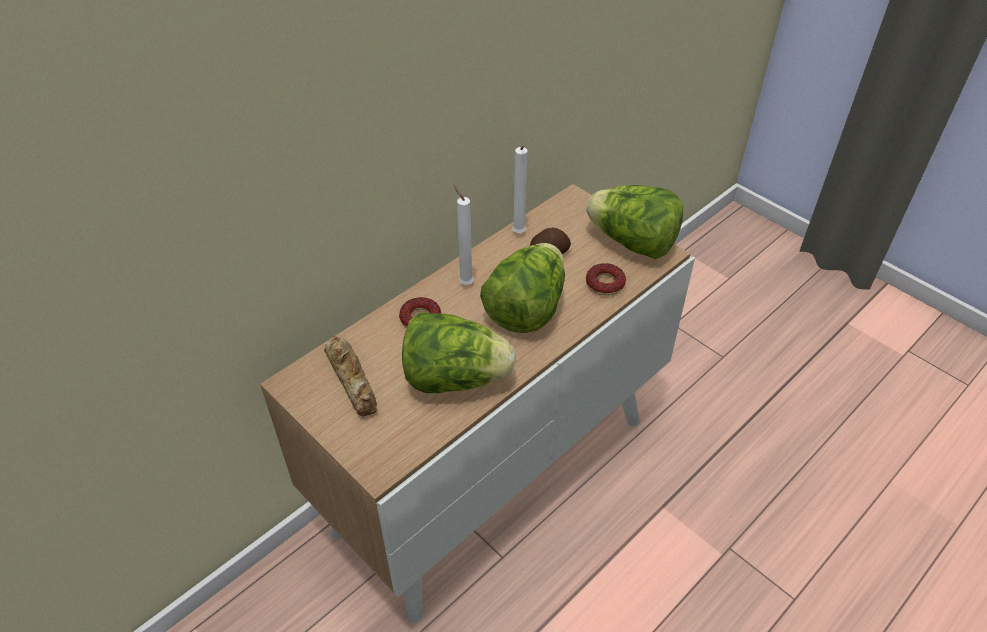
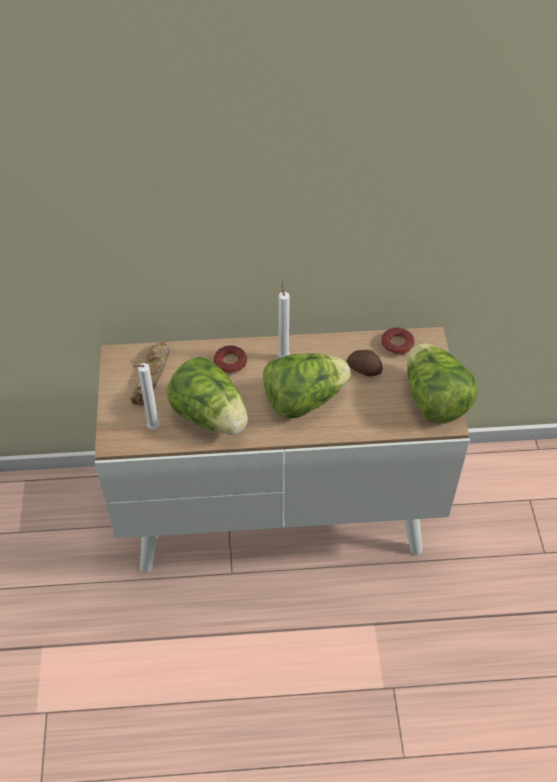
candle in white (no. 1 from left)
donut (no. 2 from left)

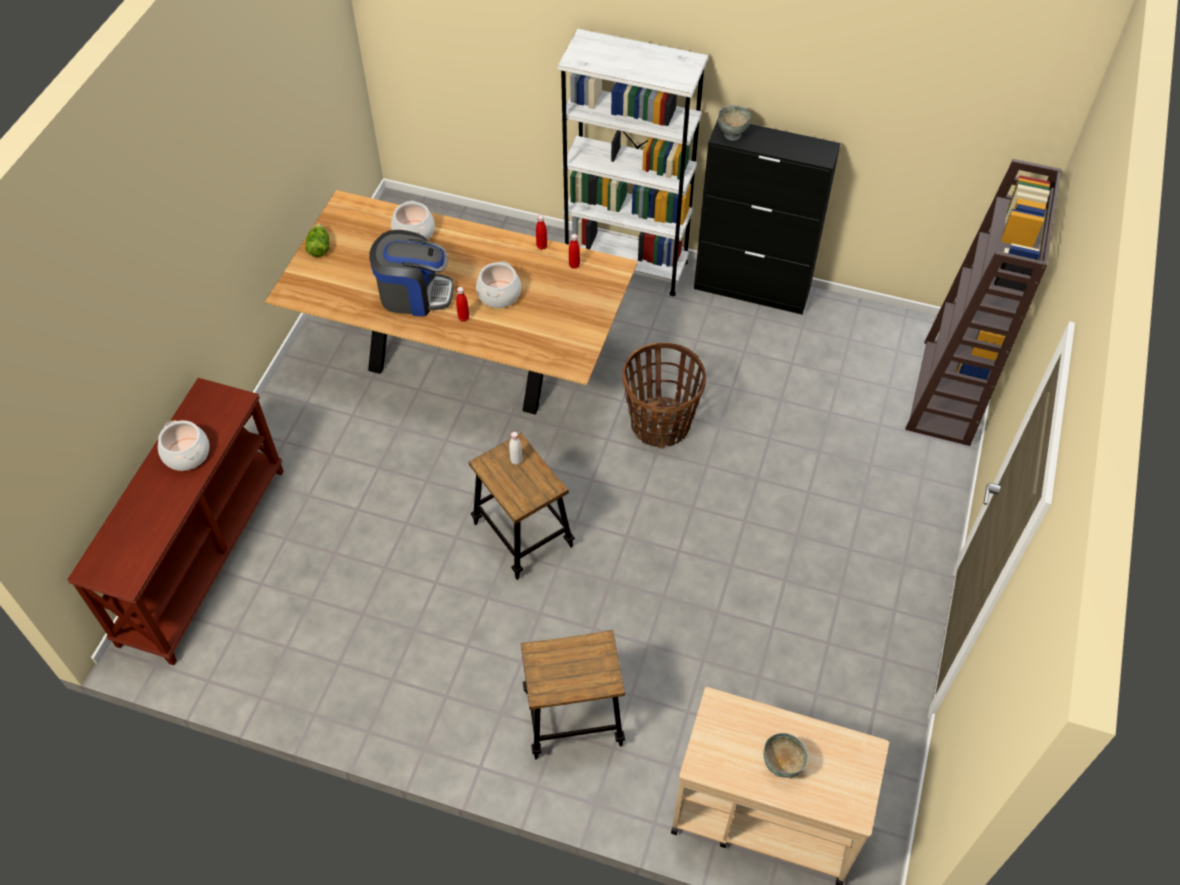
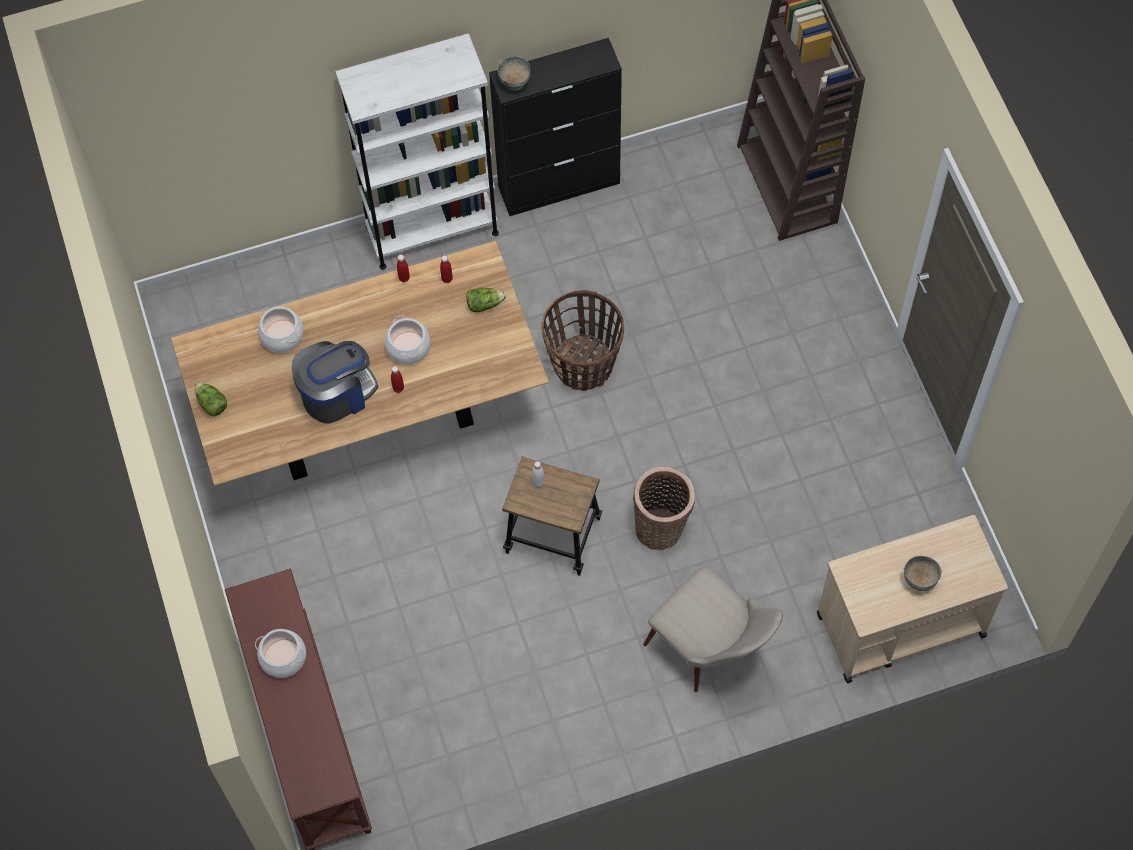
lettuce (no. 2 from left)
basket (no. 2 from left)
chair in beige

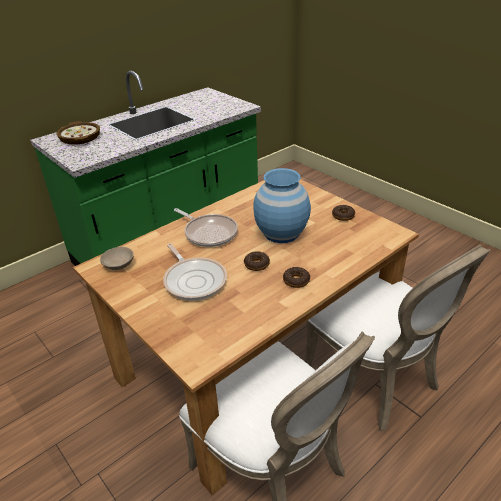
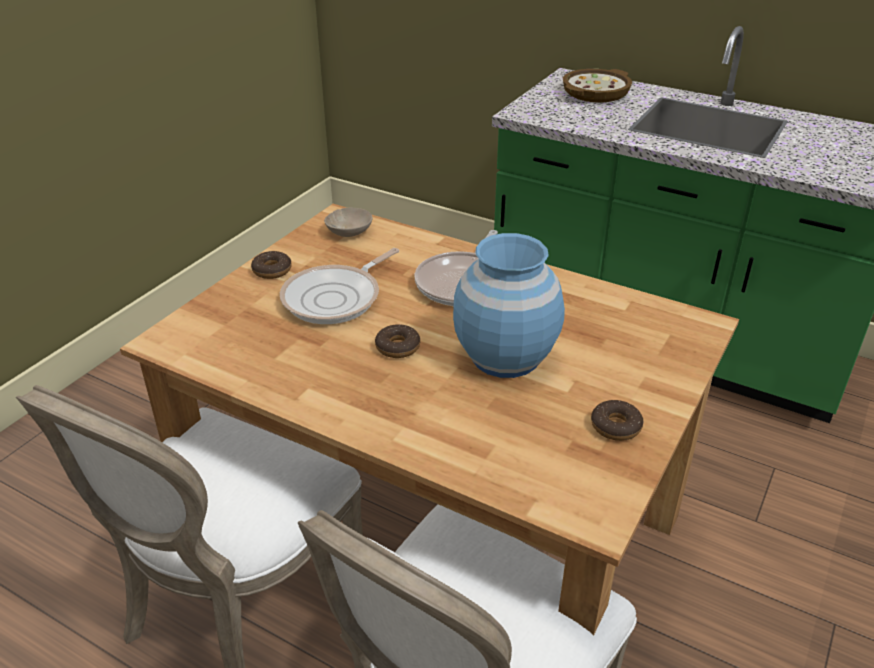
donut (no. 1 from left)

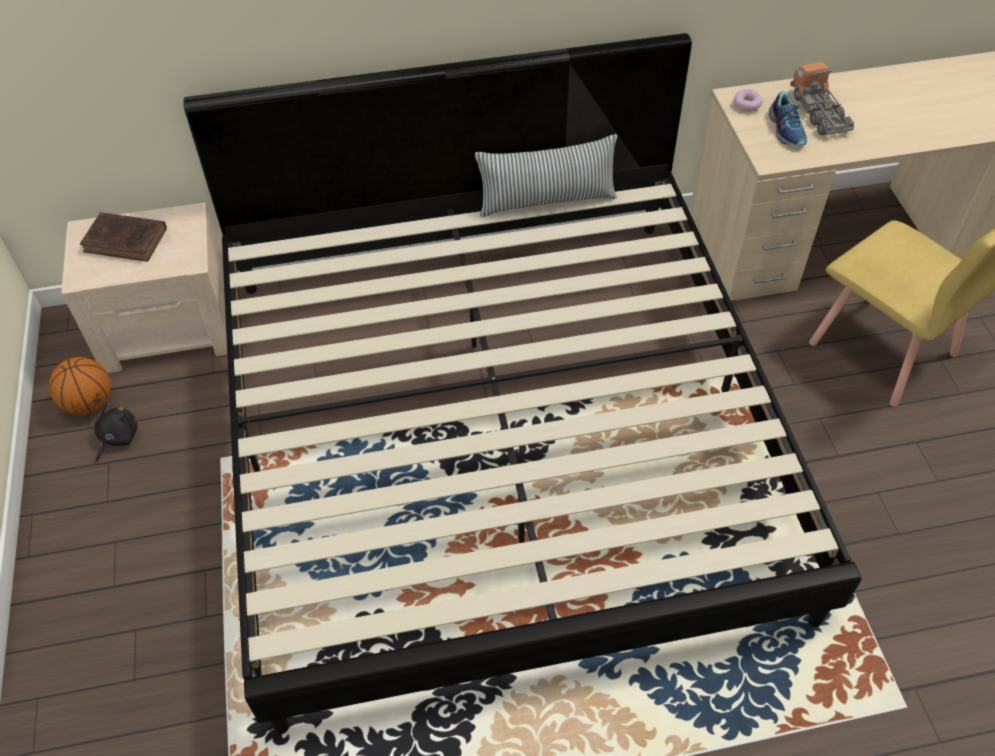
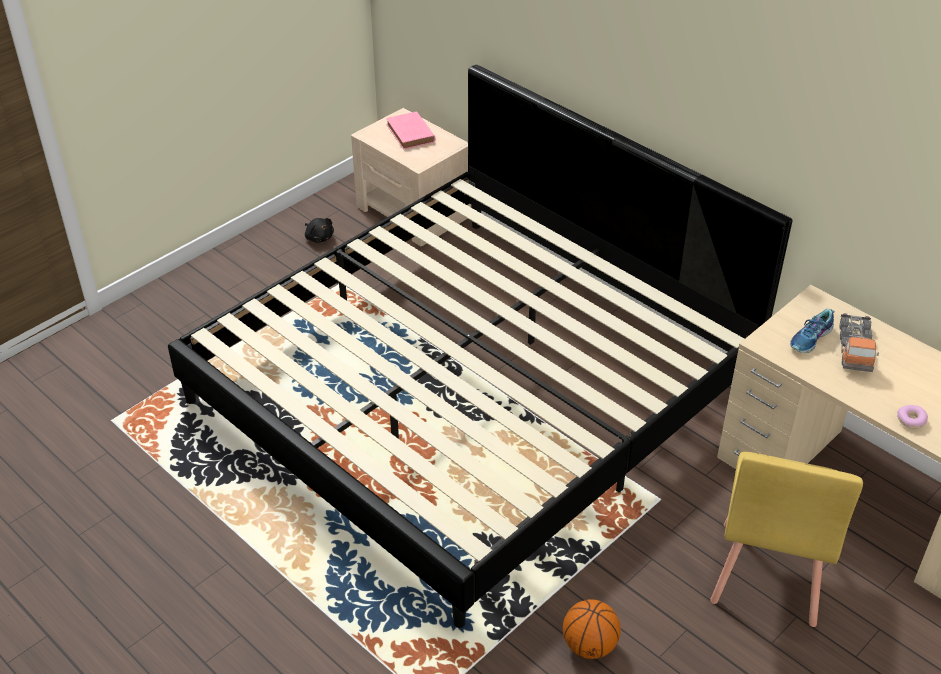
plush toy in black
book in pink
basketball
toy truck
donut
pillow

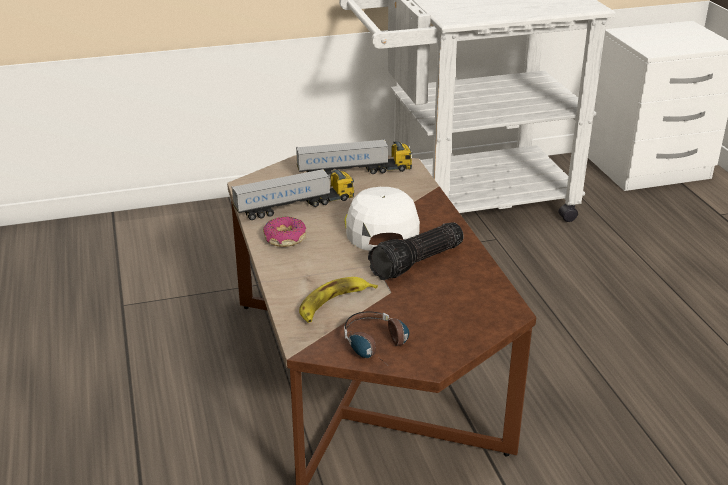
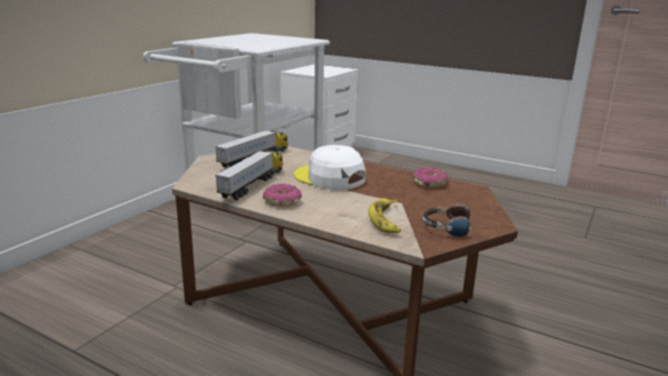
donut (no. 2 from left)
flashlight

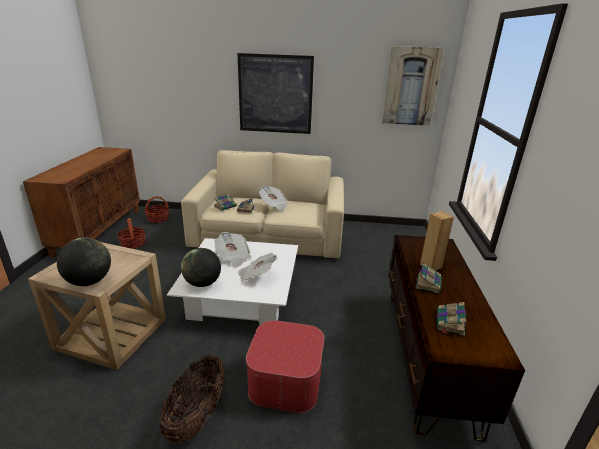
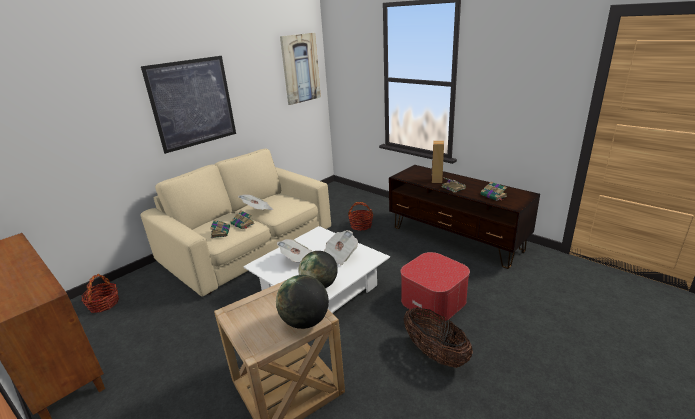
basket (no. 2 from left)

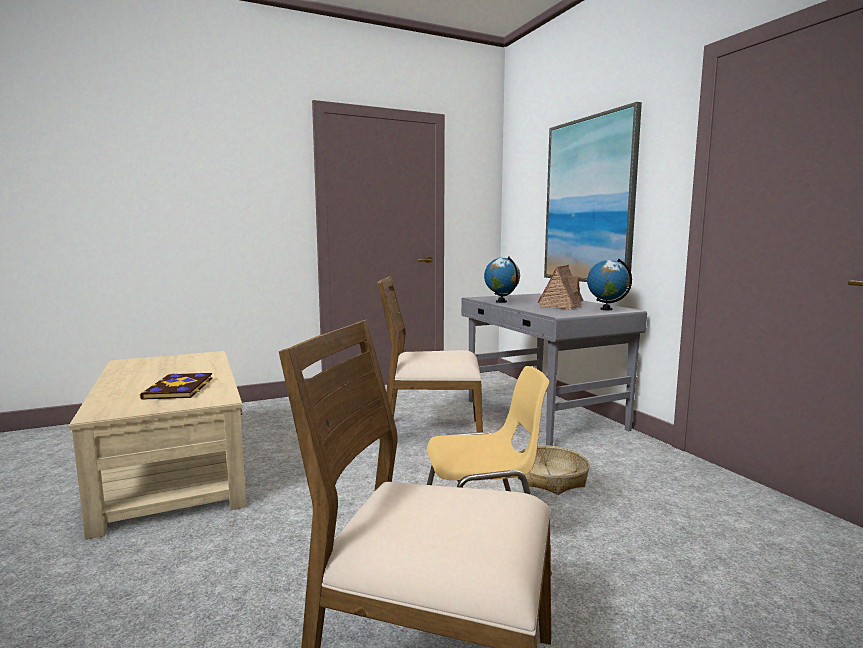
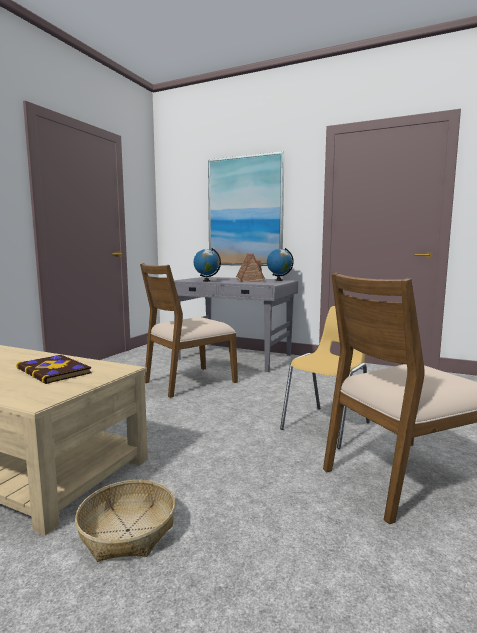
basket

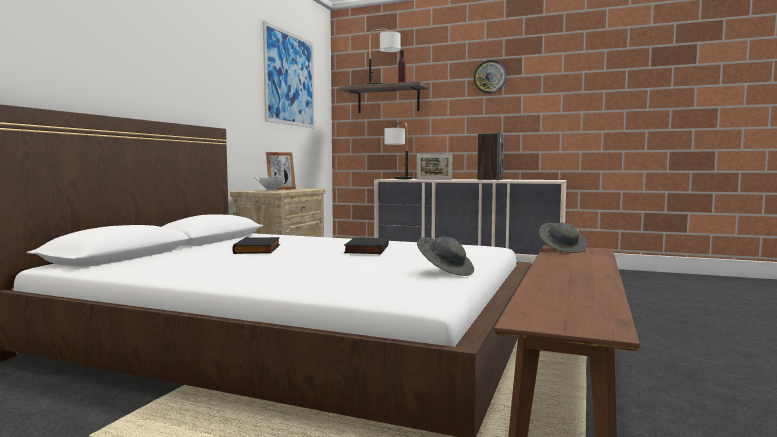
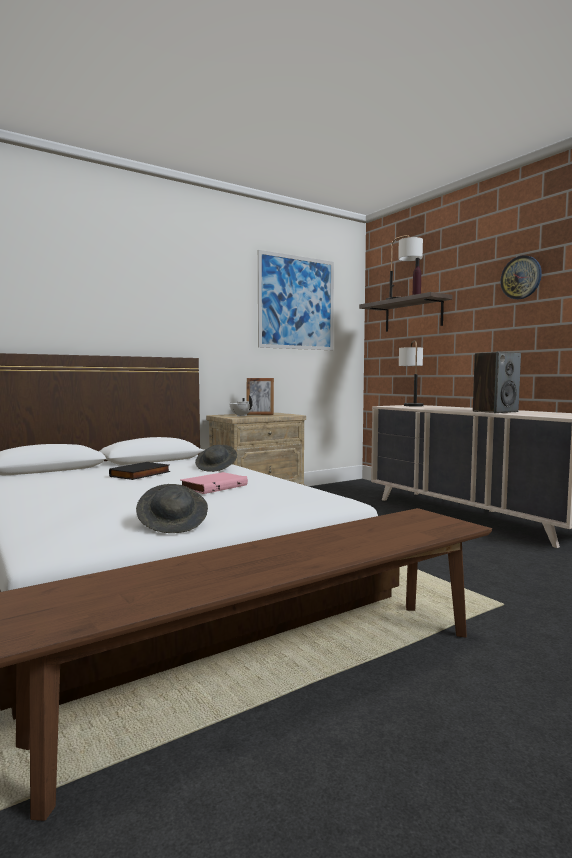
book in pink
hat in grey (no. 2 from left)
picture frame (no. 2 from left in the first image)

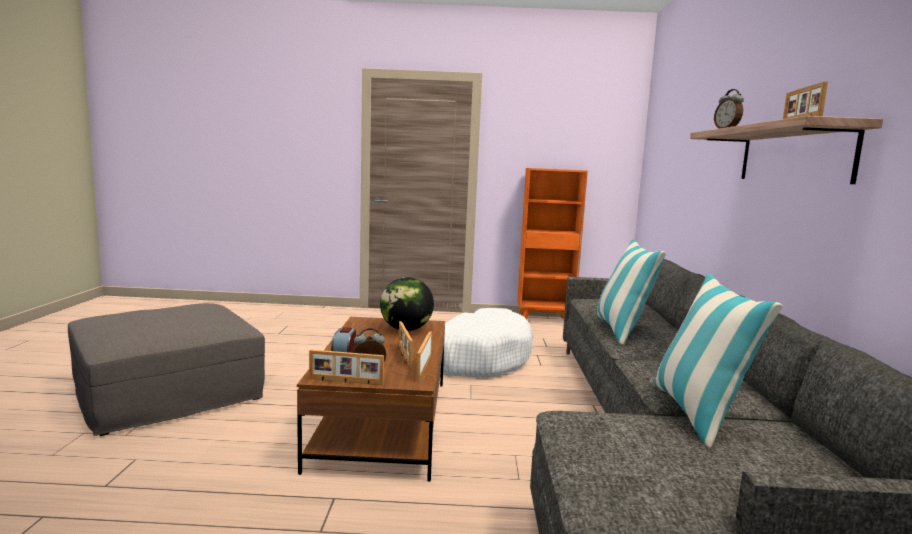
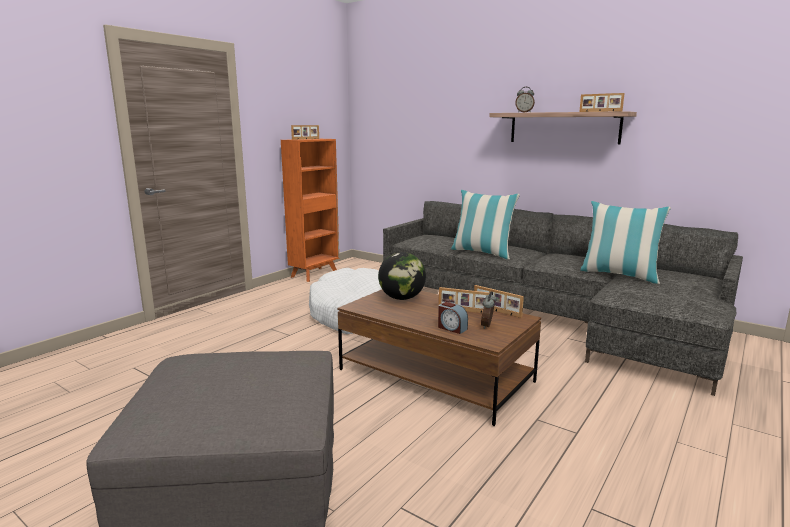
picture frame (no. 1 from left)

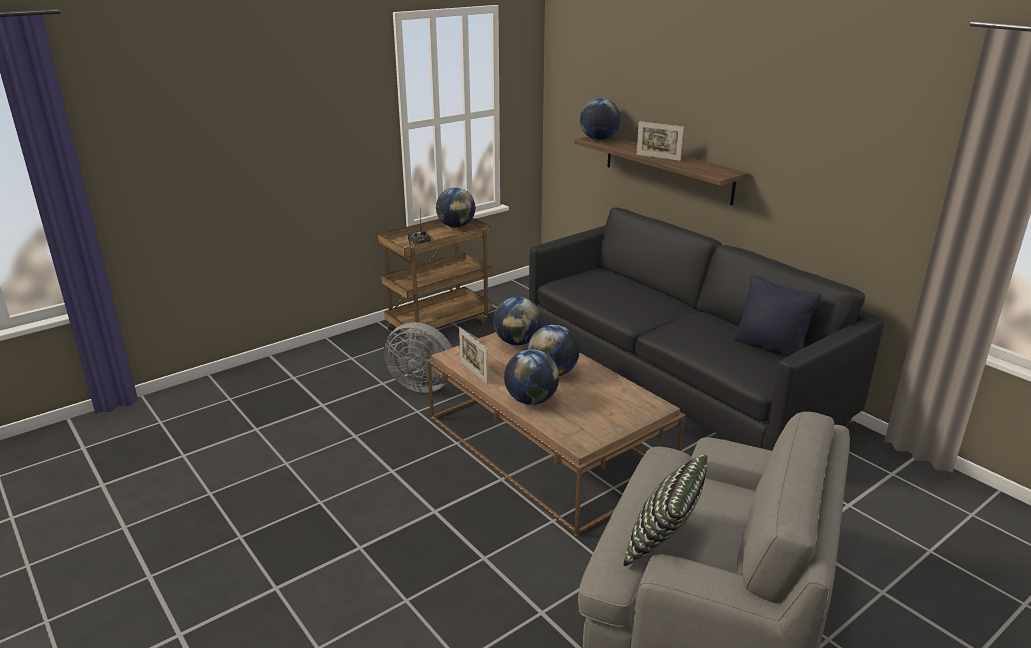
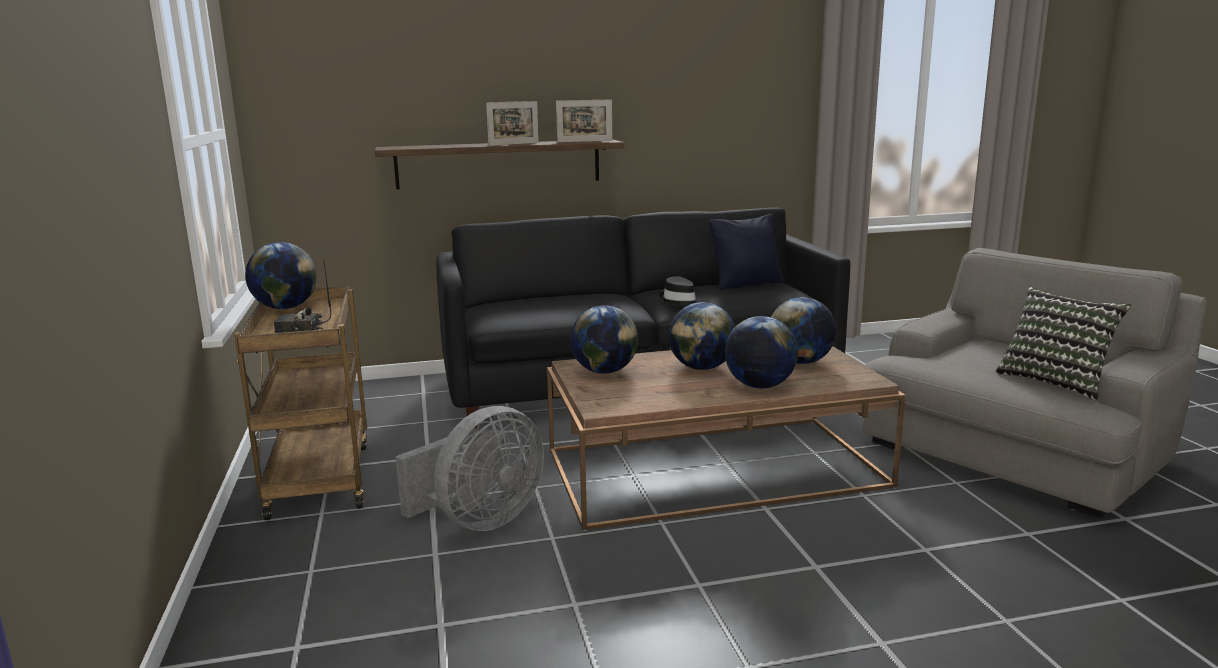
picture frame (no. 2 from left)
hat in black
globe (no. 5 from left)

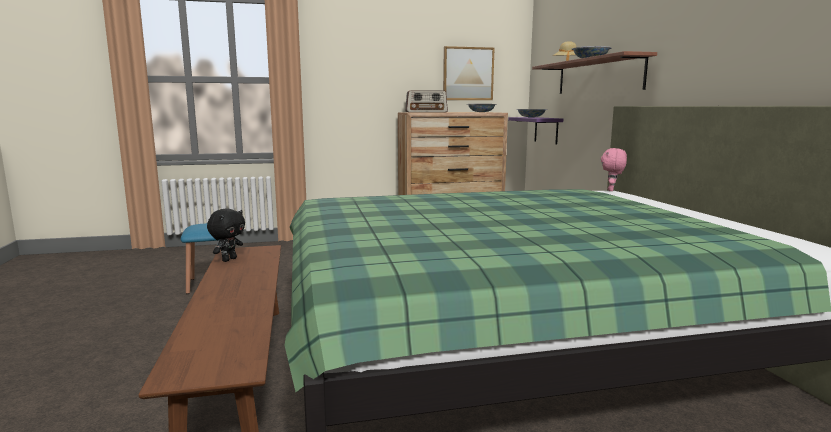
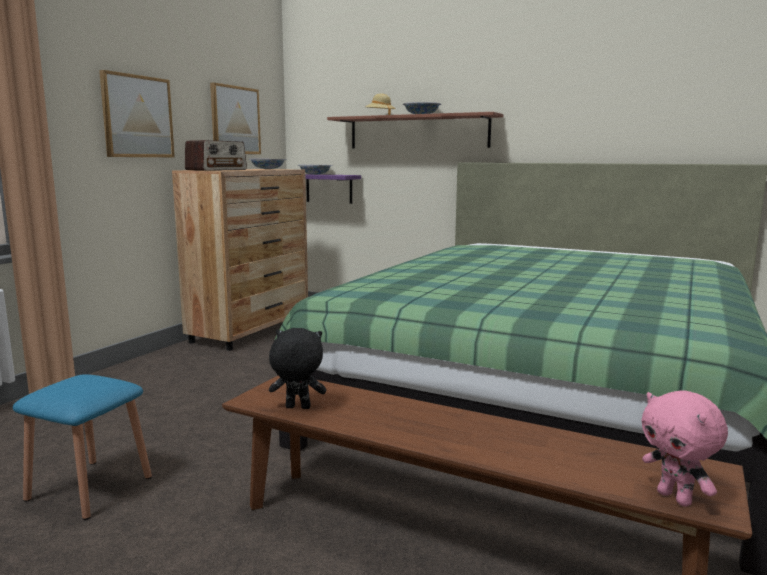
picture (no. 1 from left)
plush toy in black
plush toy in pink

